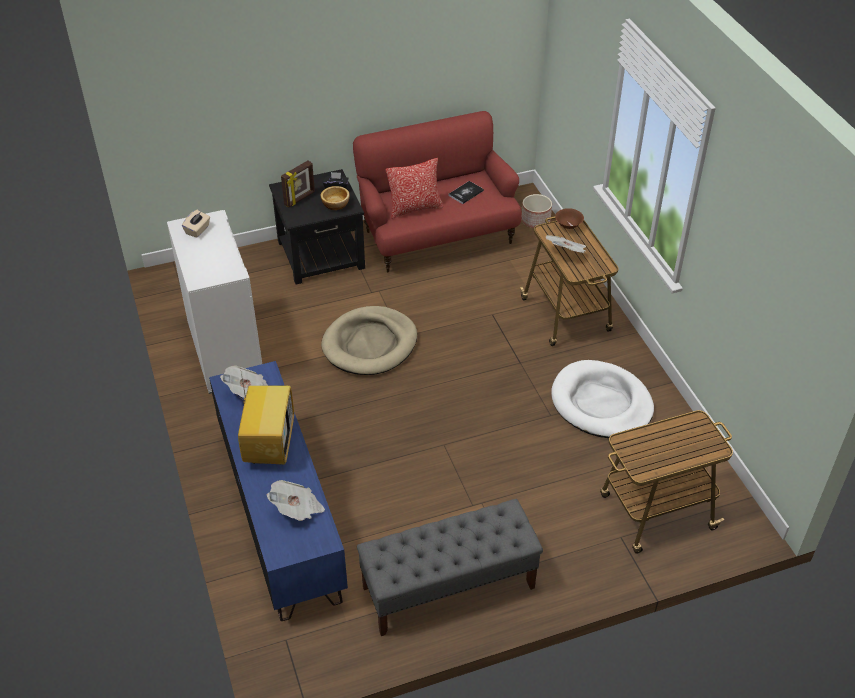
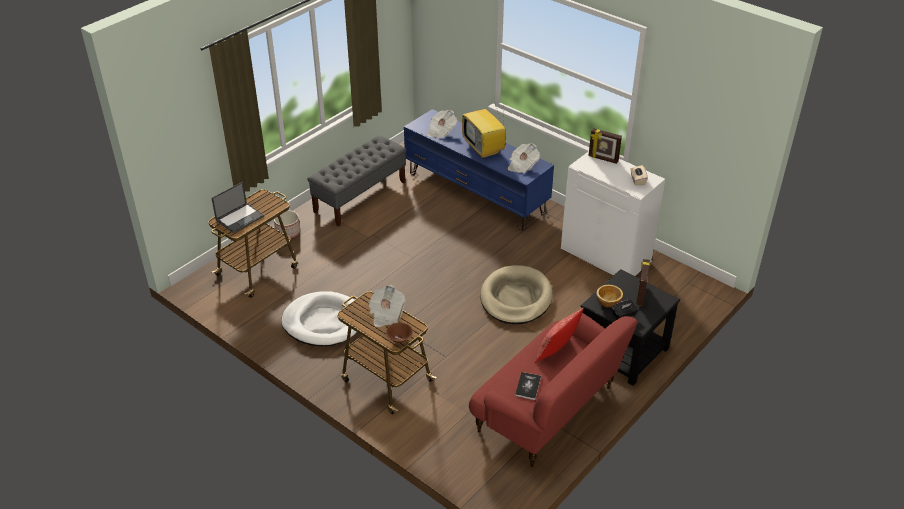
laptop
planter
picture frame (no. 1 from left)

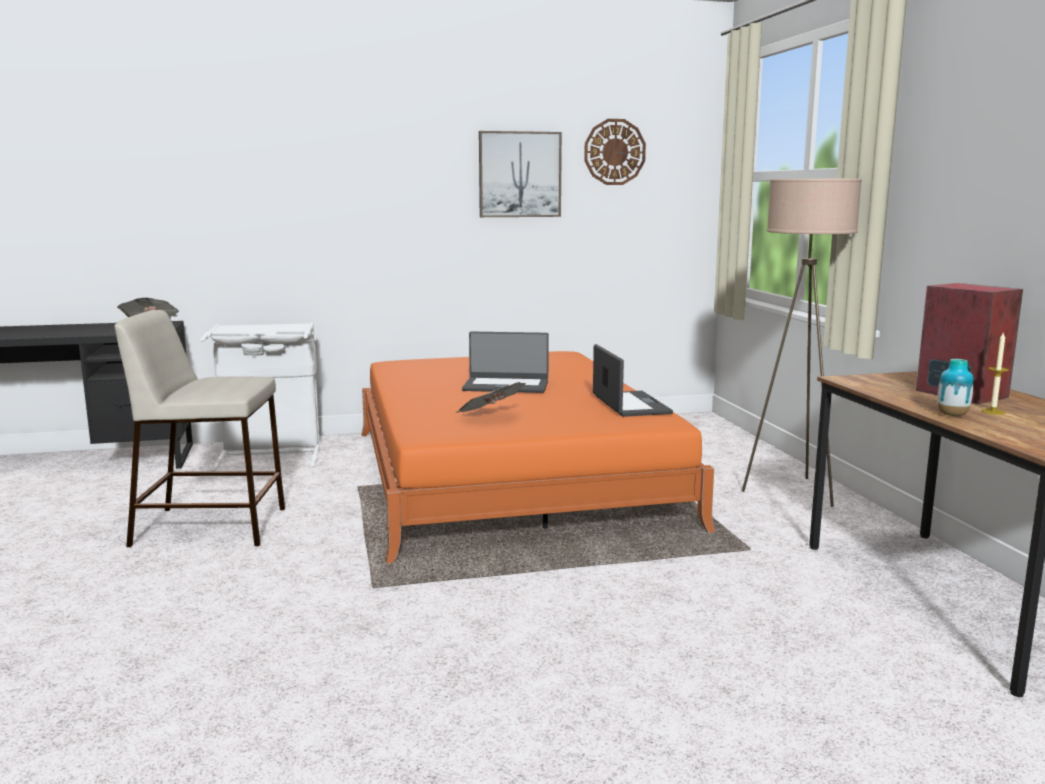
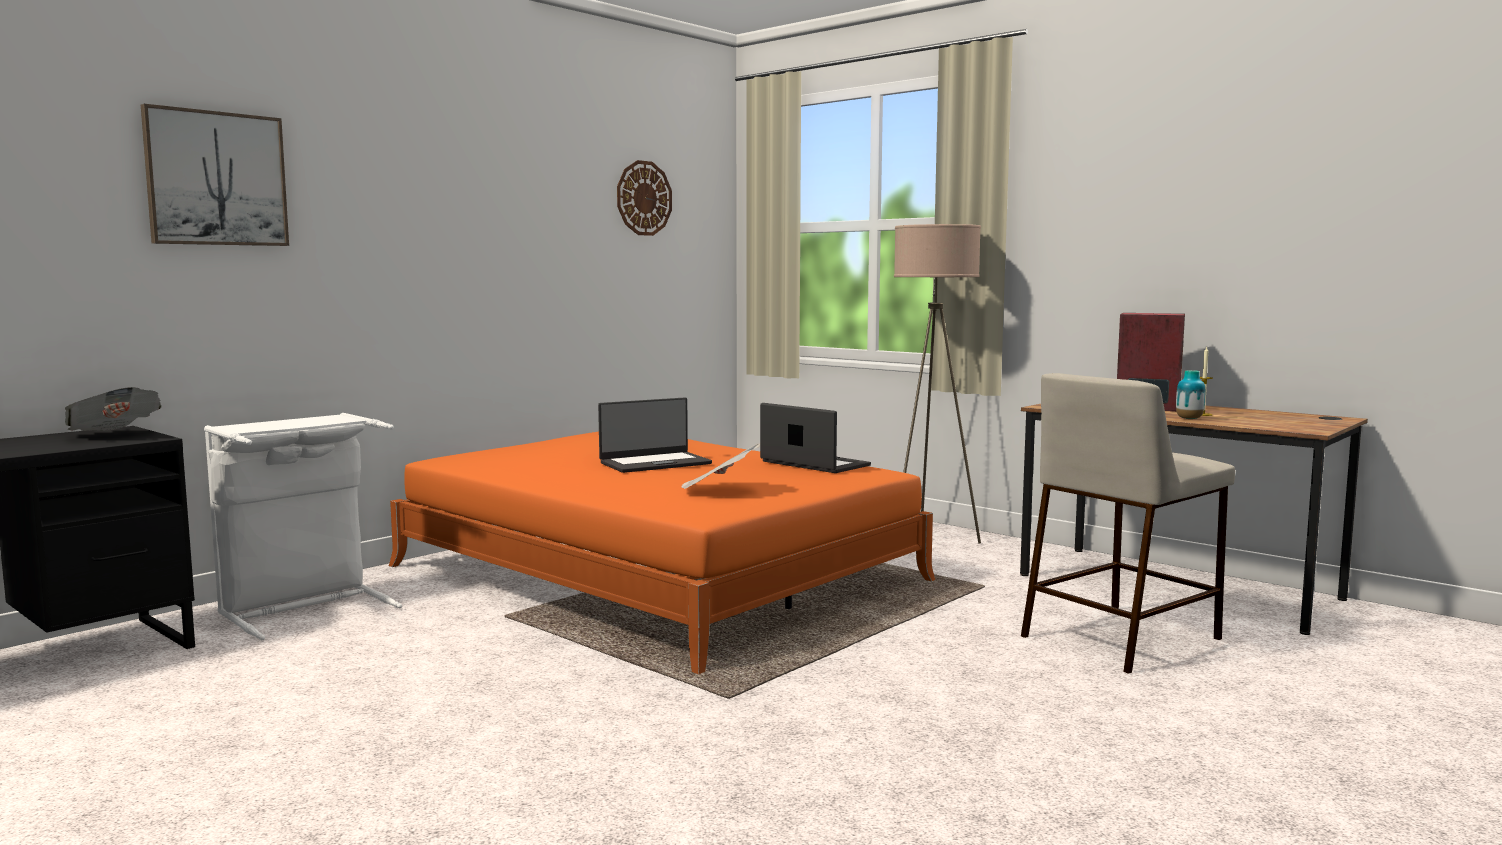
picture
stool in beige

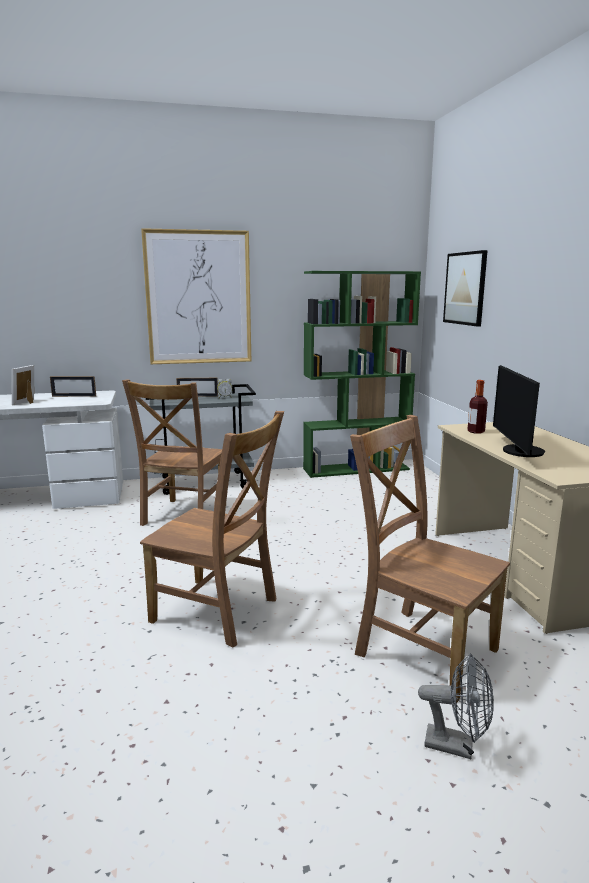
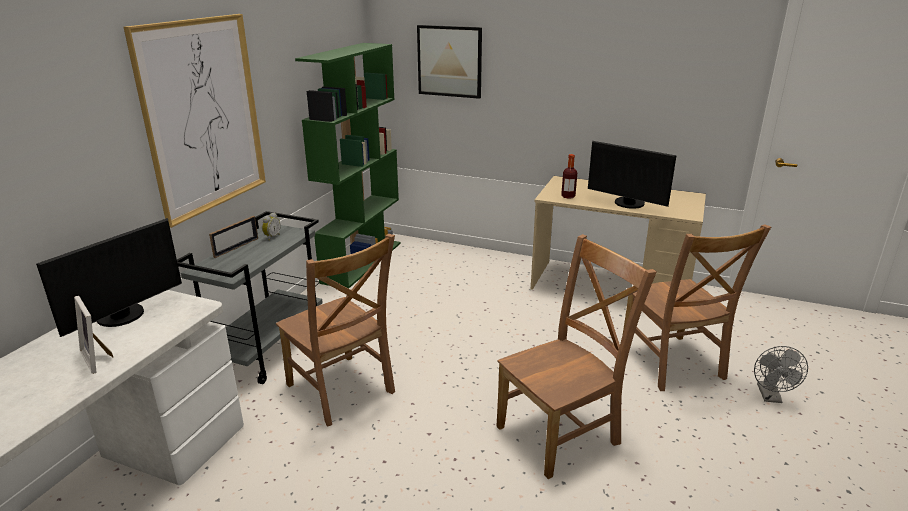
monitor (no. 1 from left)
chair in brown (no. 3 from left)
fan in grey

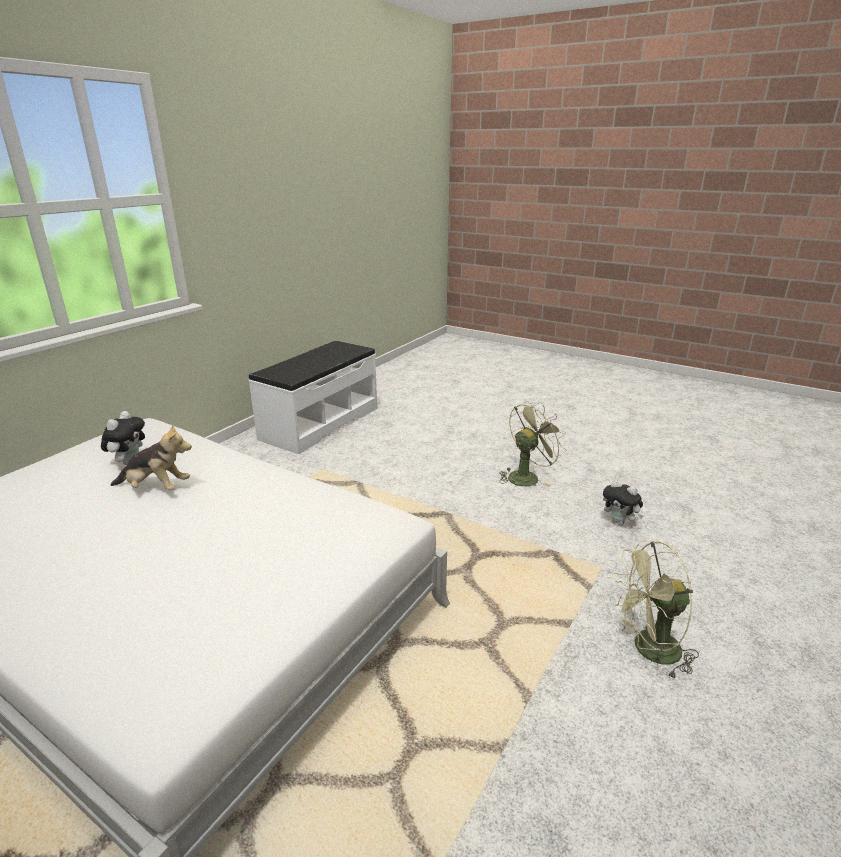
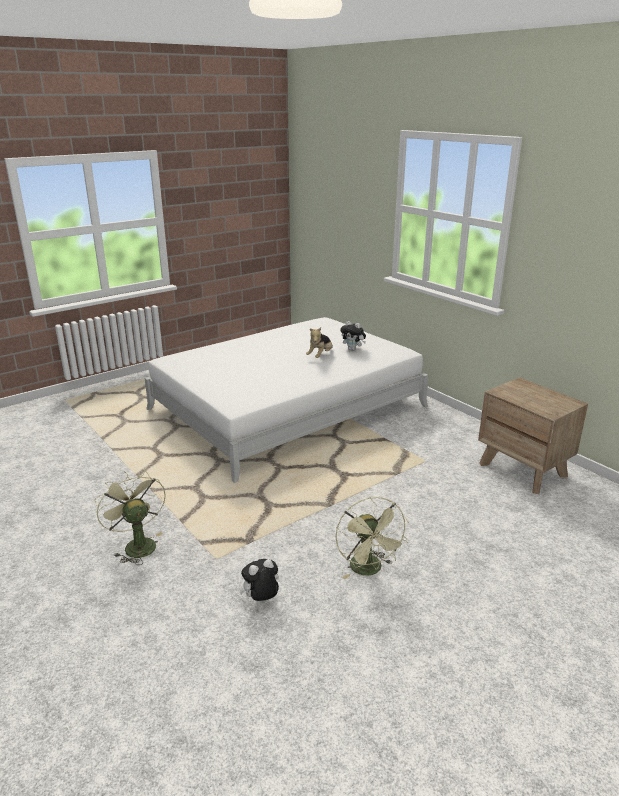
fan in green (no. 1 from left)
nightstand in brown

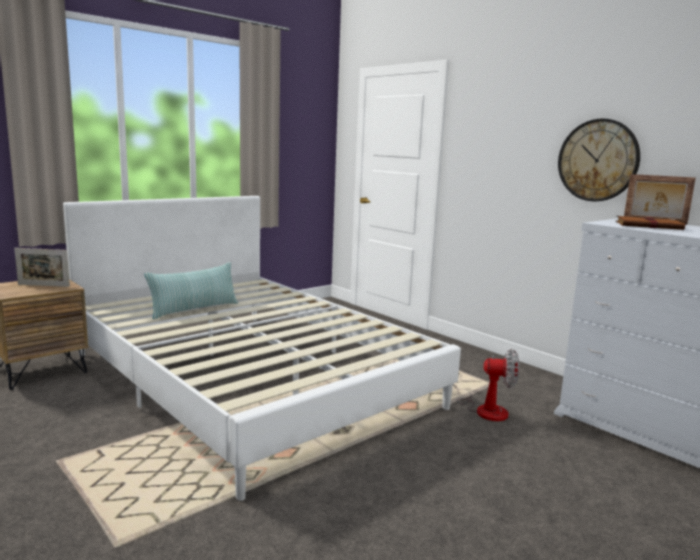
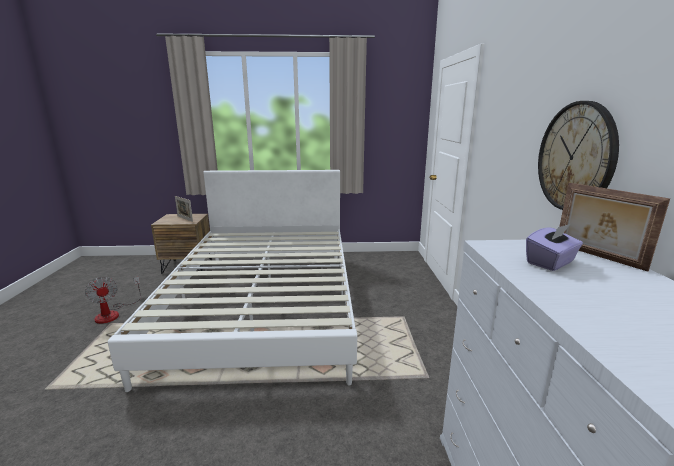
fan
tissue box in purple
pillow

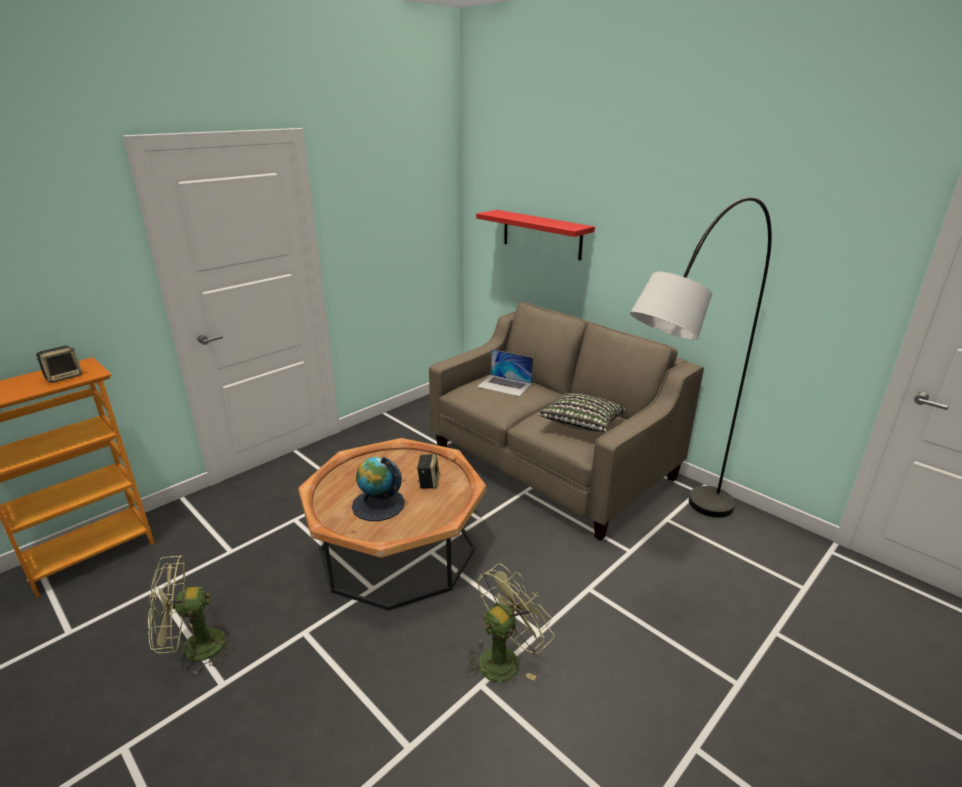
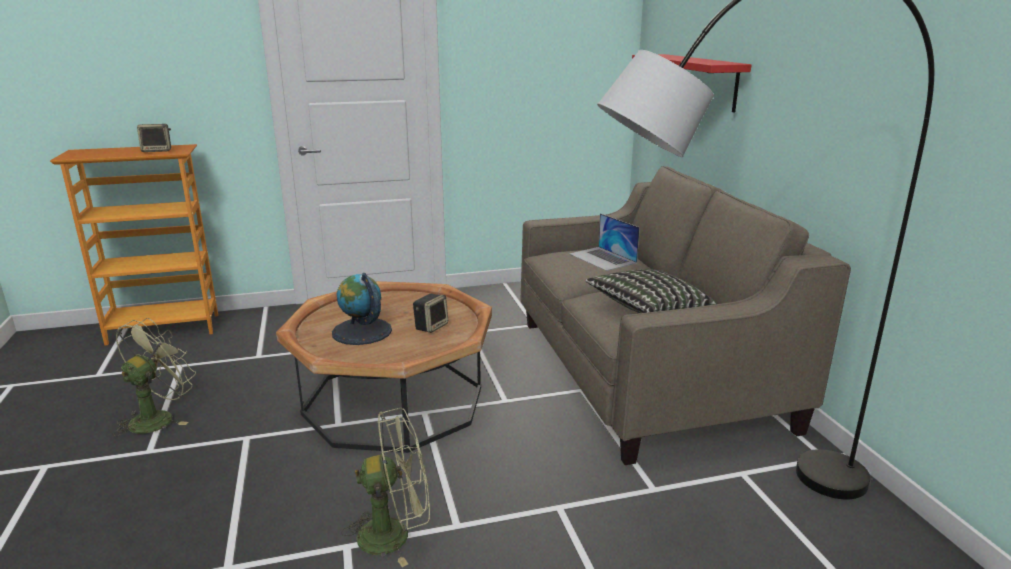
fan in green (no. 1 from left)

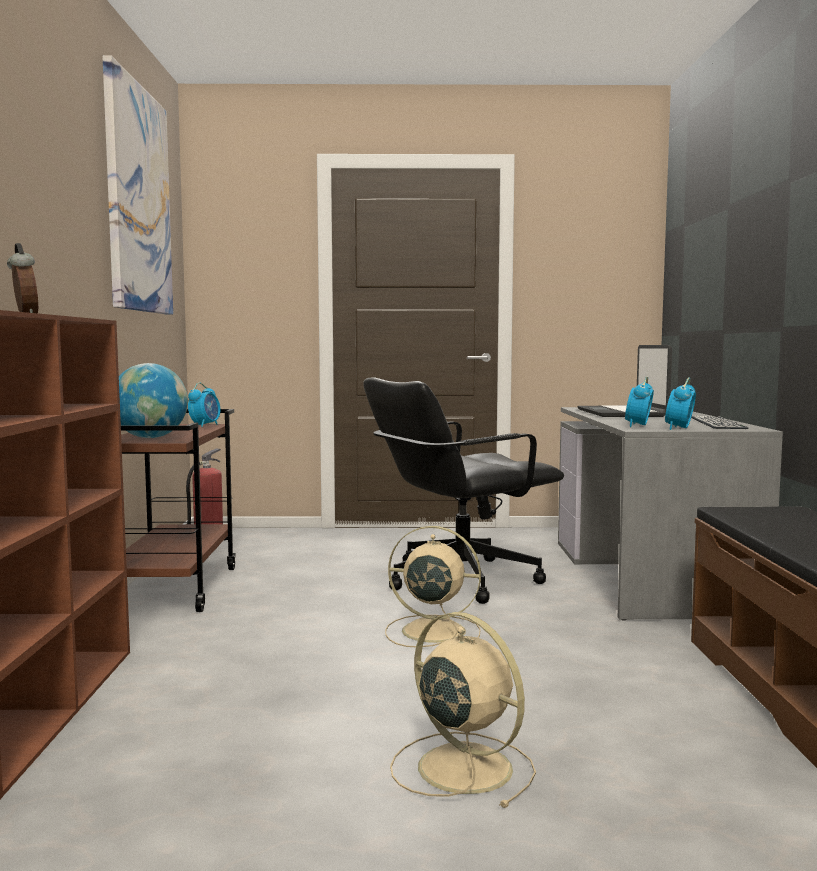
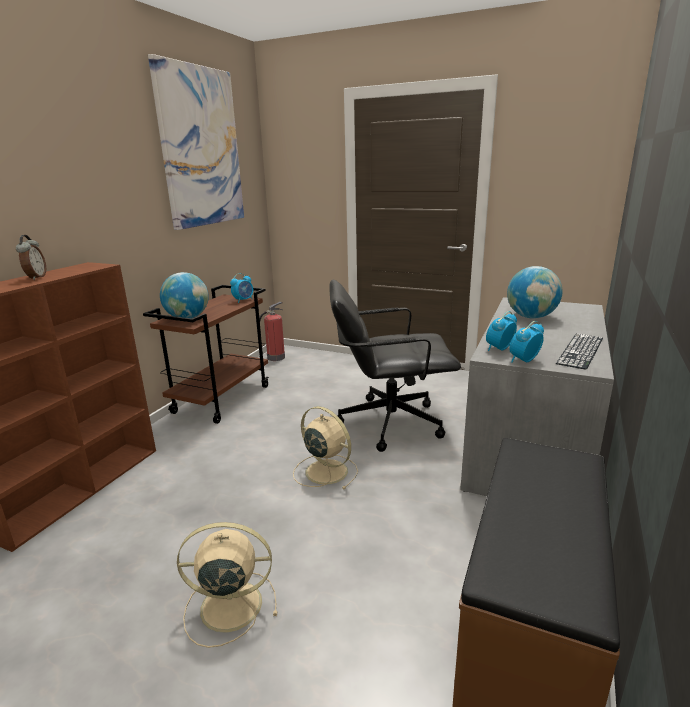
fan in beige (no. 1 from left)
globe (no. 2 from left)

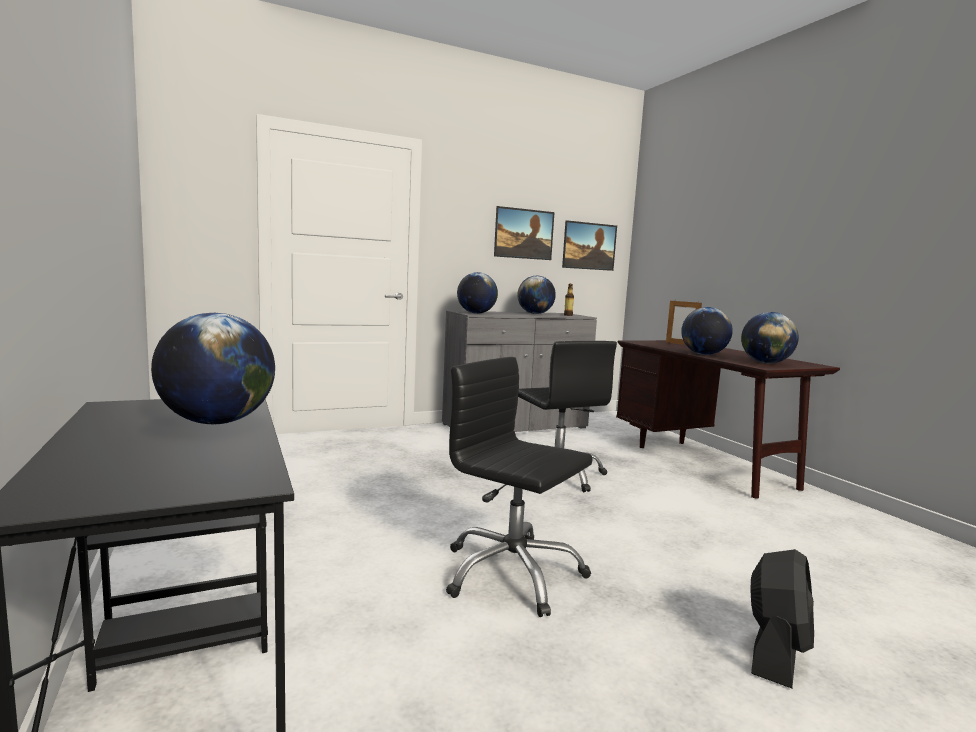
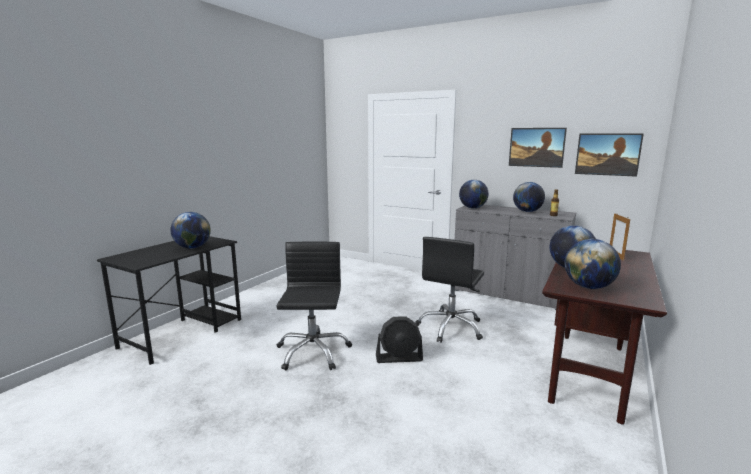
fan in black

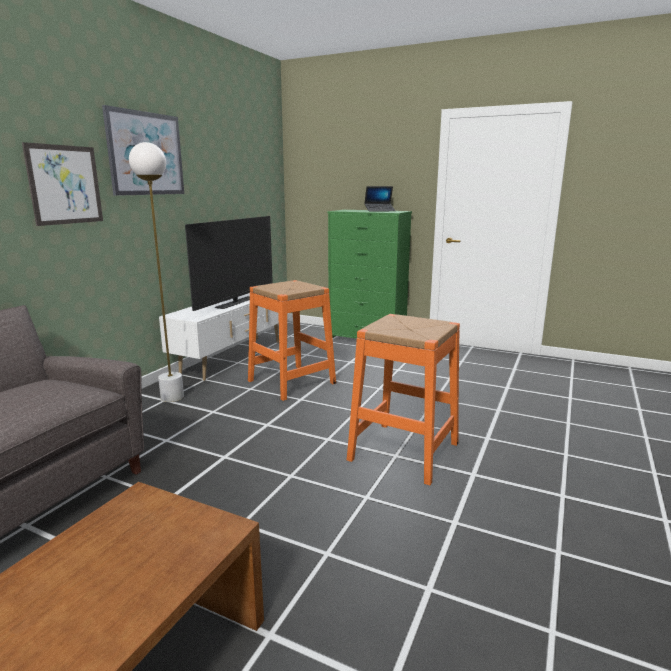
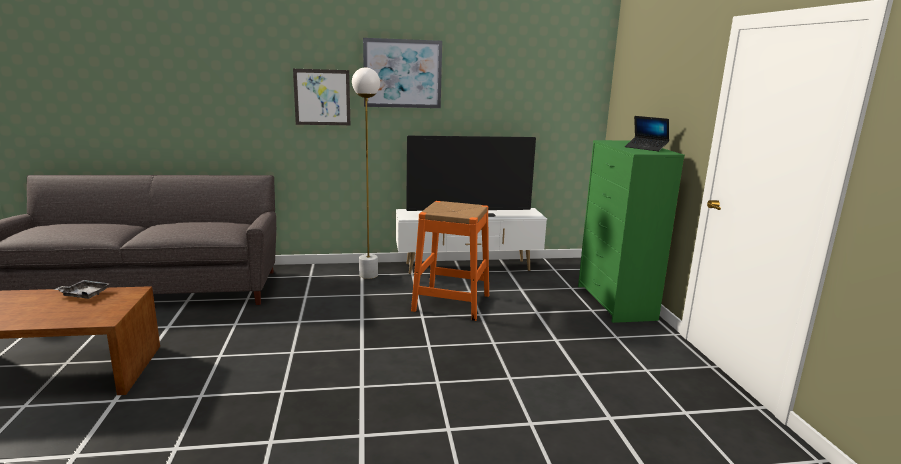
tray in grey
stool in orange (no. 2 from left in the first image)

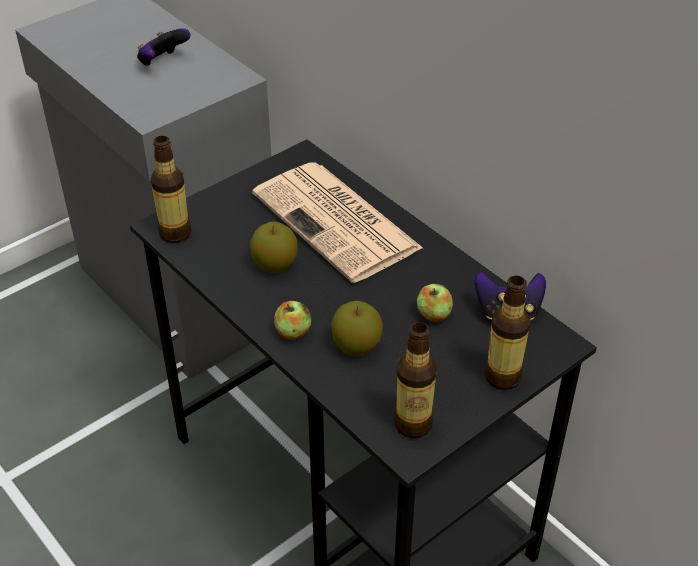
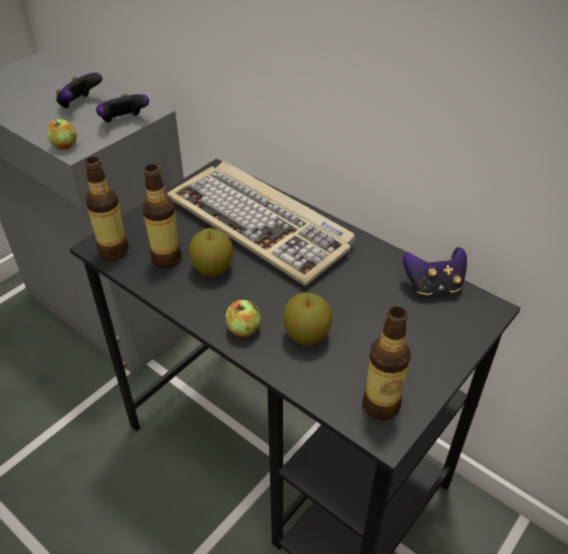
apple (no. 1 from left)
game controller (no. 2 from left)
bottle (no. 2 from left)
keyboard

